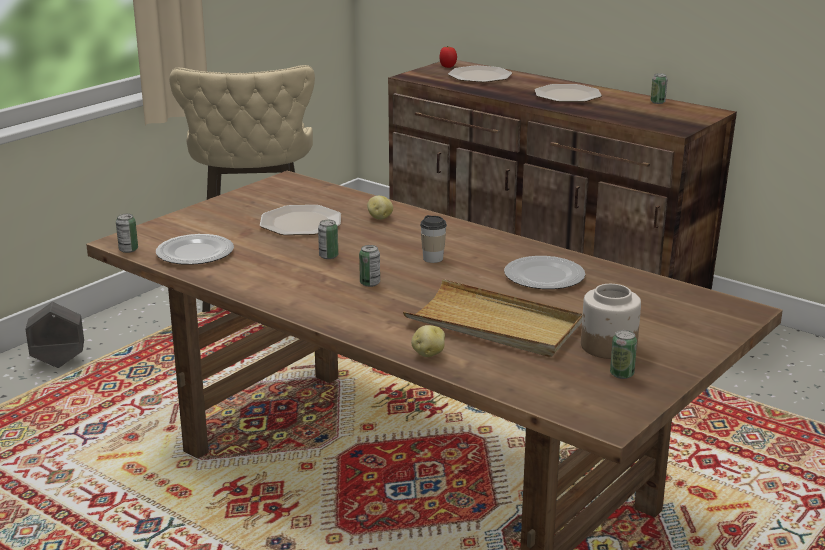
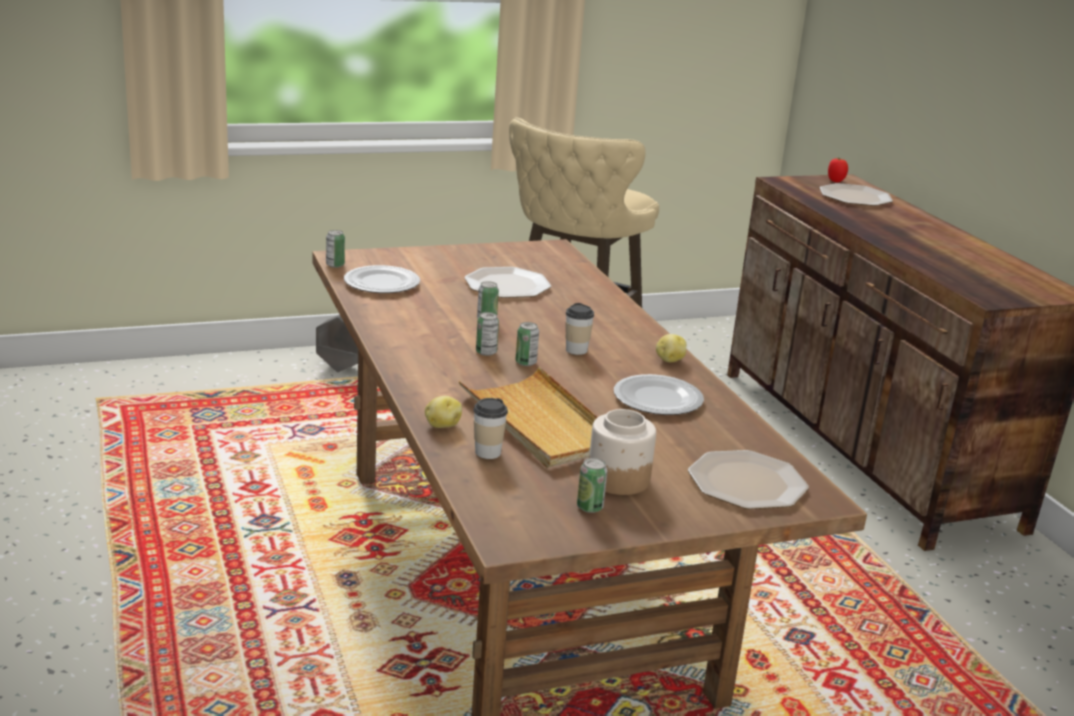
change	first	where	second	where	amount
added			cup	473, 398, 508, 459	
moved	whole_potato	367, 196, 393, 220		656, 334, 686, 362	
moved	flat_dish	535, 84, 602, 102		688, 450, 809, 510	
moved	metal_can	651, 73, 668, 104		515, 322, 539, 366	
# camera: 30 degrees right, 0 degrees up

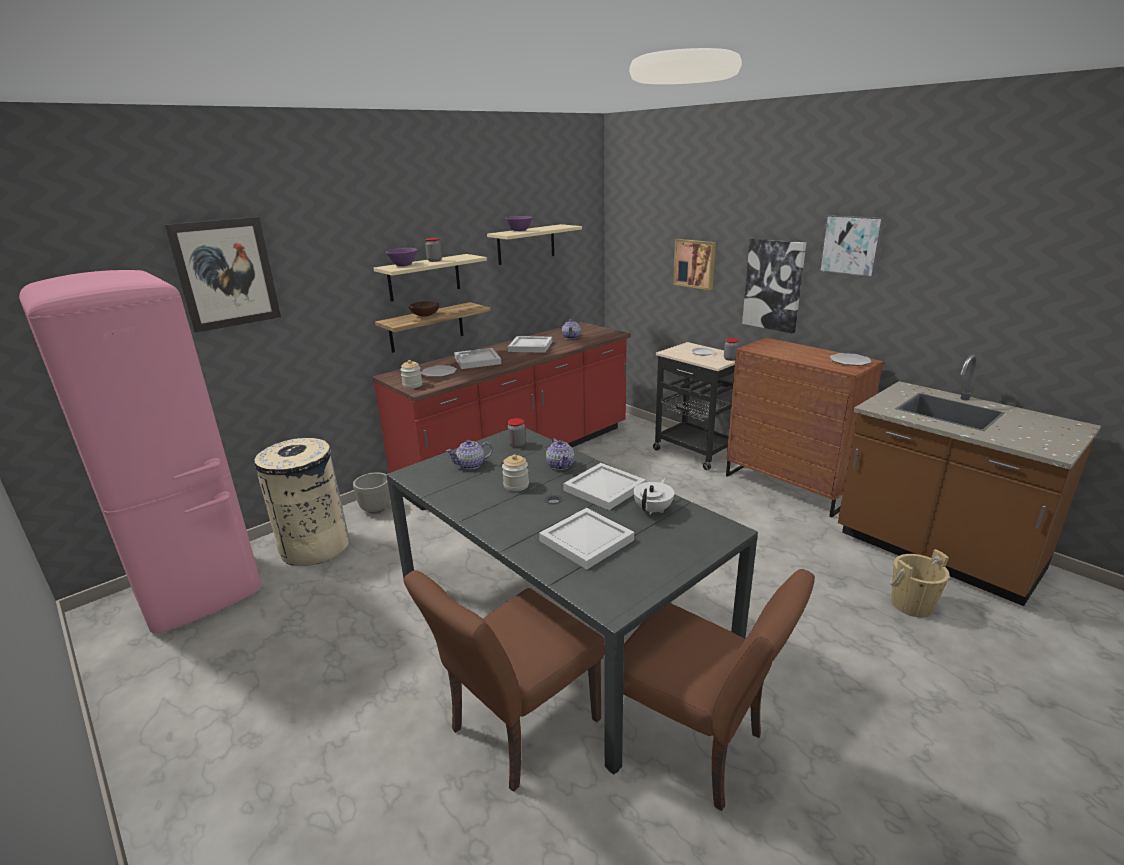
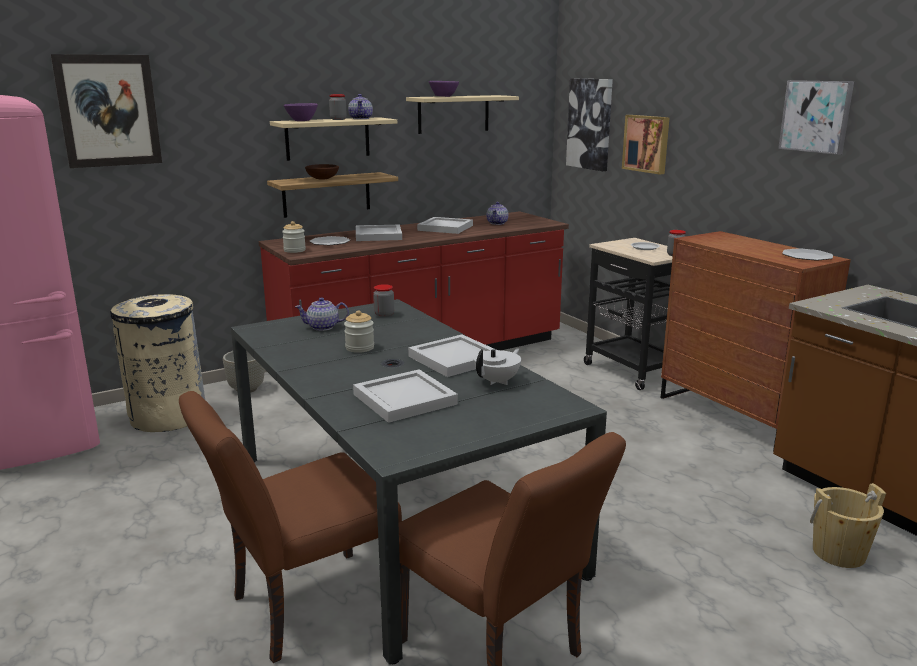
change	first	where	second	where	amount
moved	teapot	546, 438, 575, 470		348, 94, 373, 119	
moved	wall_art	742, 238, 806, 333		566, 79, 613, 171	
# camera: 10 degrees right, 5 degrees down

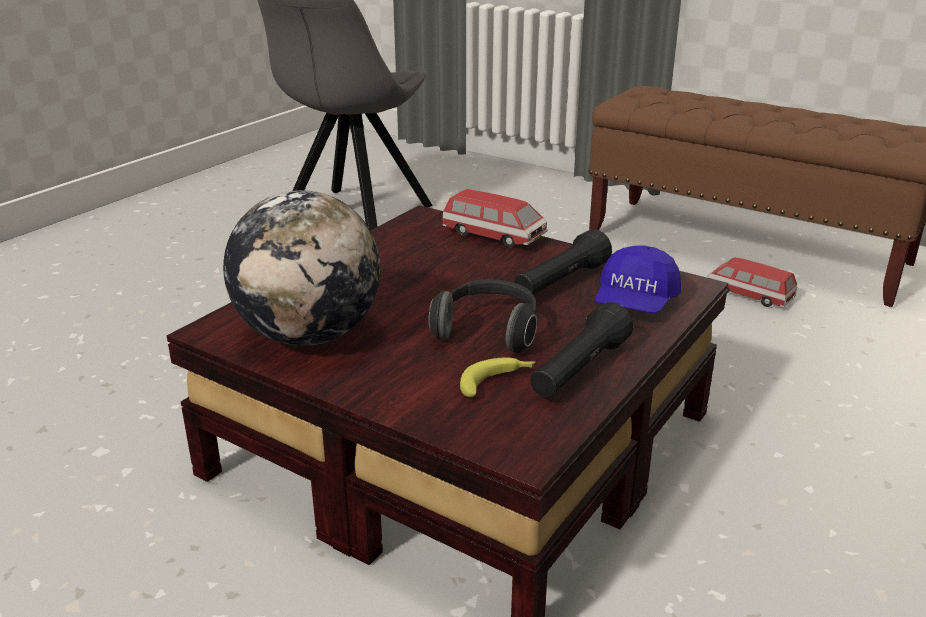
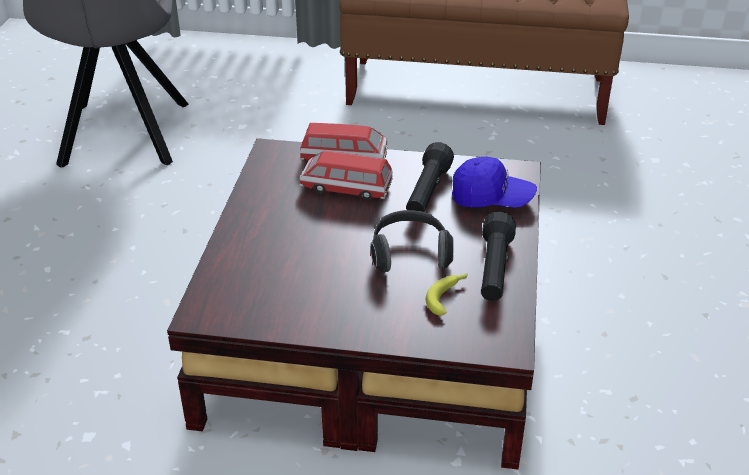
change	first	where	second	where	amount
removed	globe	223, 190, 380, 346			
moved	toy_car	707, 257, 797, 307		299, 151, 393, 201	
turned	bluish_cap	596, 245, 681, 313		452, 157, 537, 208	75 degrees counterclockwise
# camera: 25 degrees left, 10 degrees up

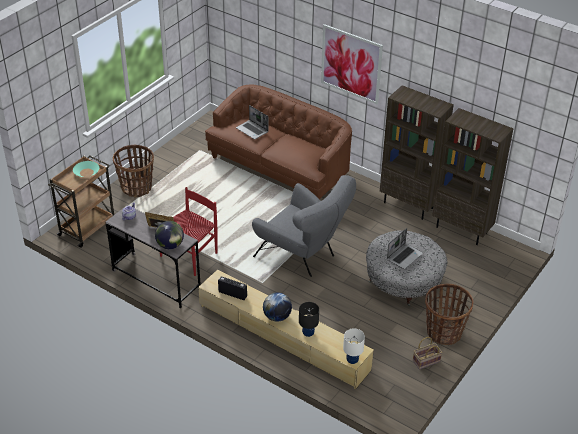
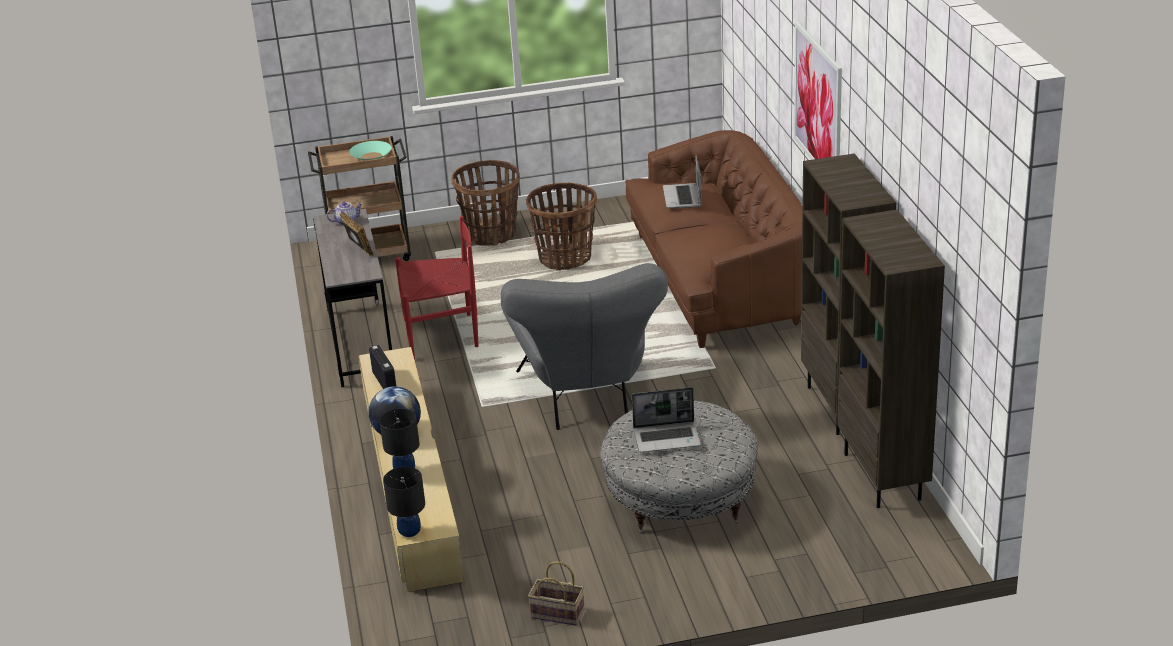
change	first	where	second	where	amount
removed	globe	155, 221, 184, 249			
moved	basket	425, 283, 474, 345		526, 183, 597, 271	
recoloured	whitish_tabletop_lamp	343, 328, 365, 364	blackish_tabletop_lamp	383, 467, 425, 537	
# camera: 45 degrees right, 10 degrees down

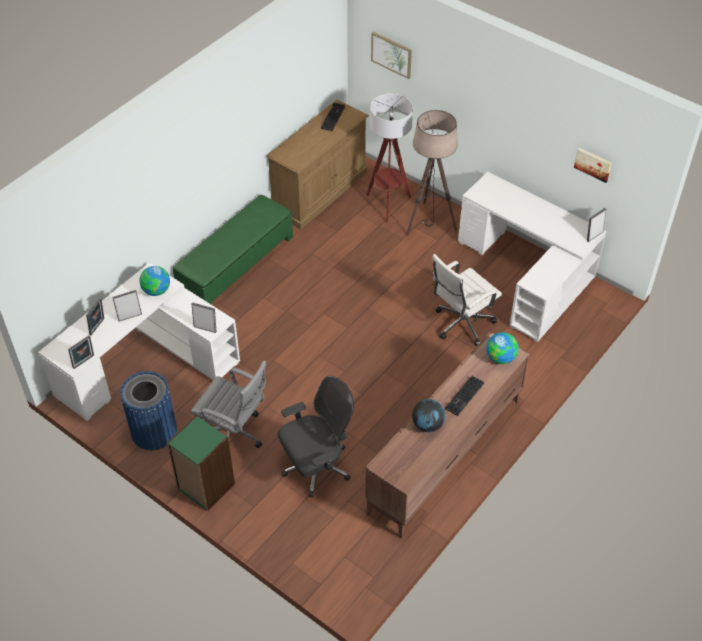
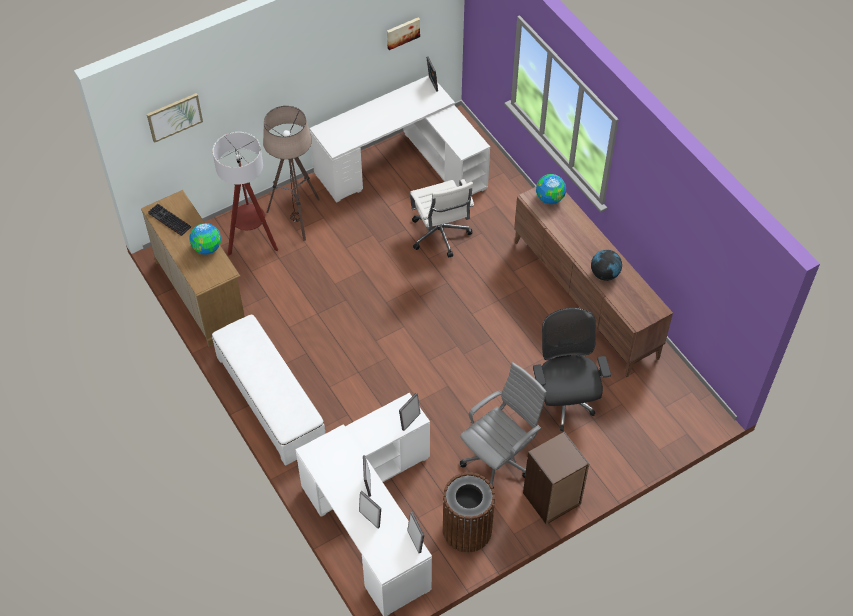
change	first	where	second	where	amount
removed	keyboard	445, 376, 484, 416			
moved	globe	139, 266, 170, 296		189, 223, 221, 255	
recoloured	bluish_rubbish_bin	120, 371, 177, 450	brown-coloured_rubbish_bin	443, 472, 495, 553	
recoloured	green-coloured_bookcase	167, 416, 235, 512	brown-coloured_bookcase	523, 431, 589, 525	
recoloured	green-coloured_bench	173, 195, 293, 305	whitish_bench	212, 315, 326, 465	
# camera: 70 degrees left, 5 degrees up

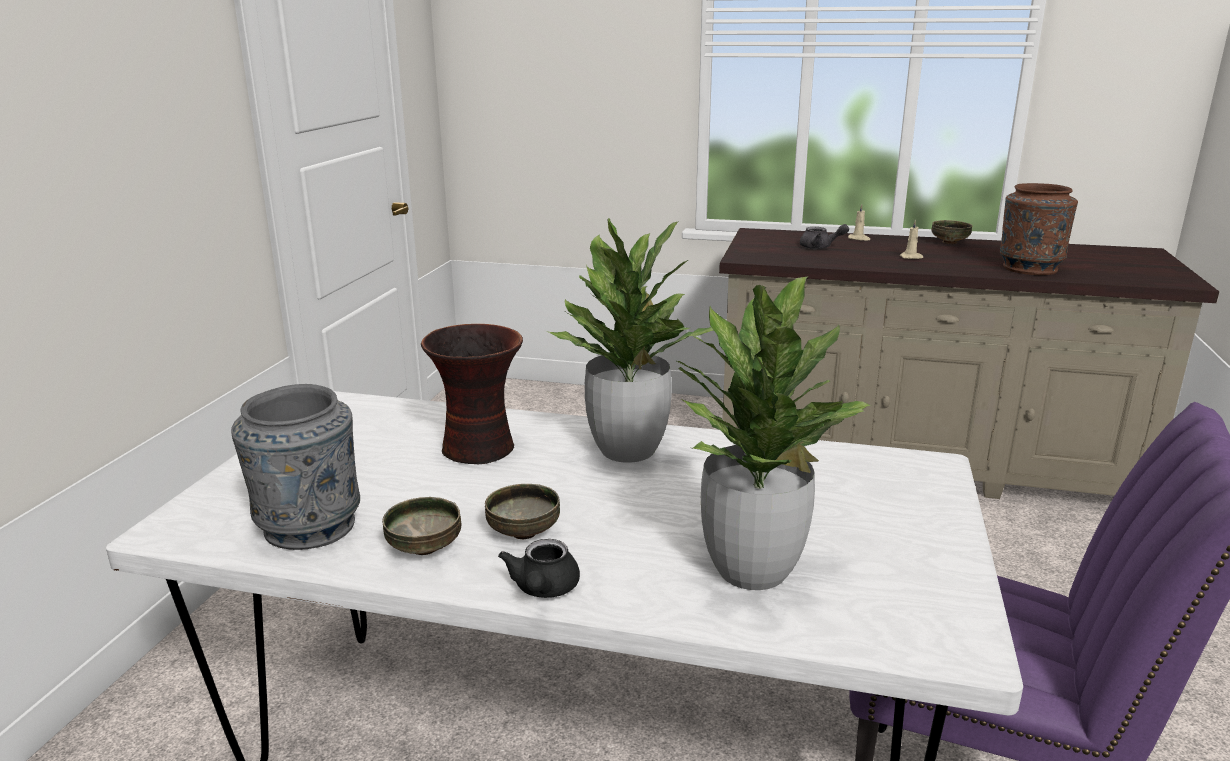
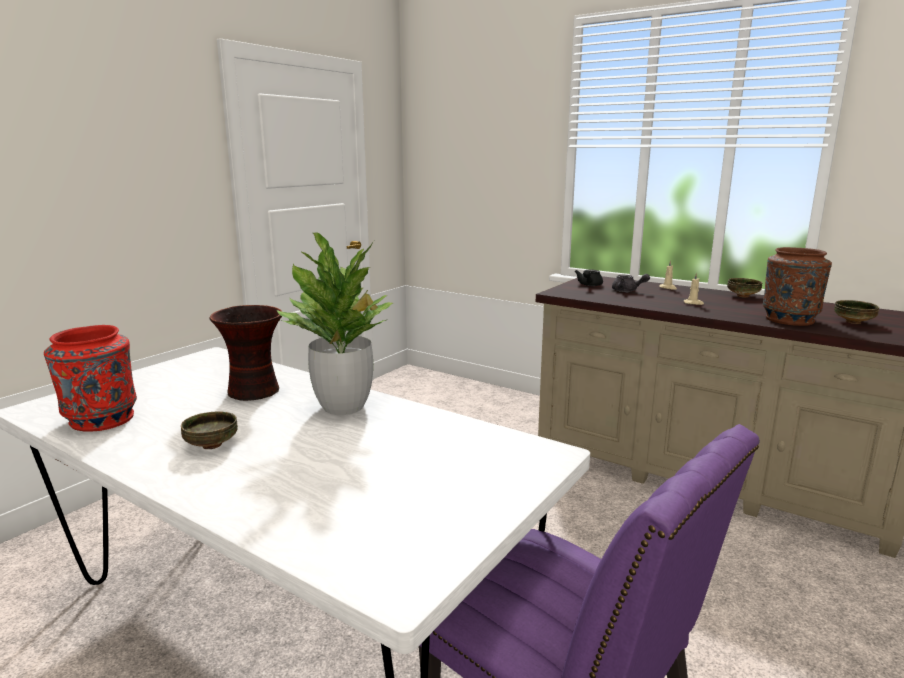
change	first	where	second	where	amount
removed	plant_in_a_pot	677, 276, 871, 590			
moved	serving_bowl	382, 497, 462, 555		834, 300, 879, 324	
moved	blackish_teapot	498, 539, 580, 598		575, 270, 603, 286	
recoloured	gray_flower_vase	231, 384, 360, 550	red-coloured_flower_vase	44, 325, 137, 432	
# camera: 20 degrees right, 5 degrees down

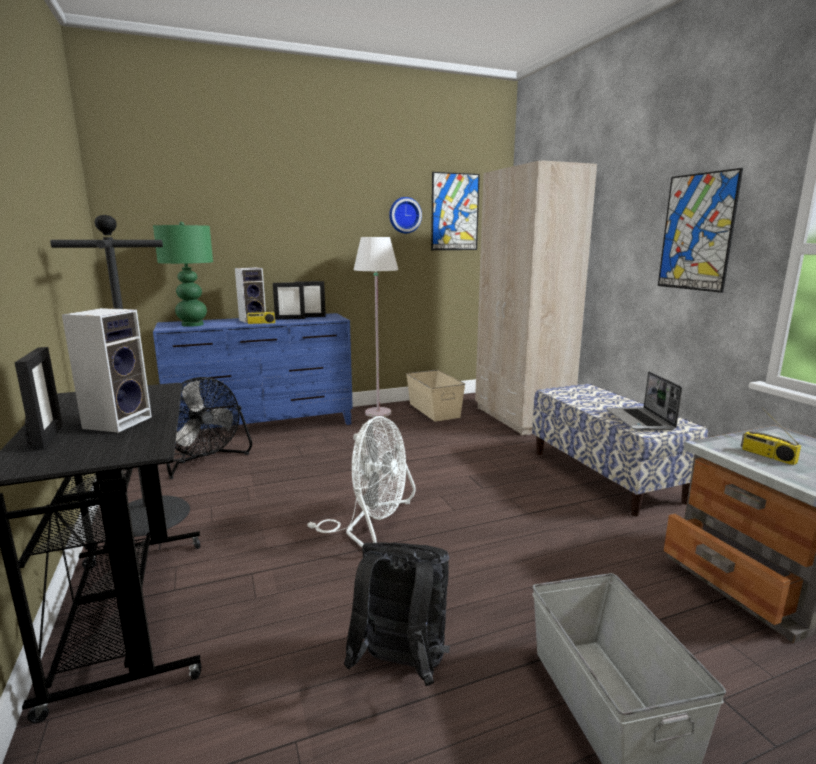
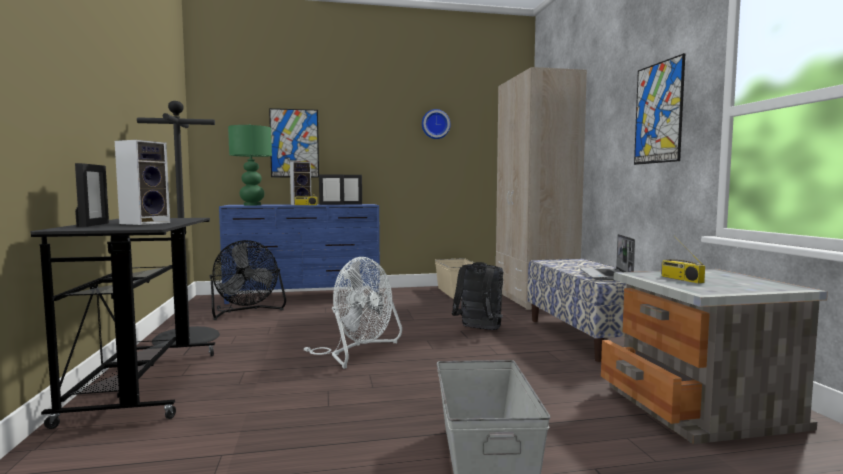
change	first	where	second	where	amount
removed	whitish_standard_lamp	354, 237, 398, 417			
moved	blackish_rucksack	344, 543, 450, 686		452, 262, 503, 330	
moved	wall_art	431, 172, 480, 250		269, 108, 319, 178	
# camera: 10 degrees right, 10 degrees down

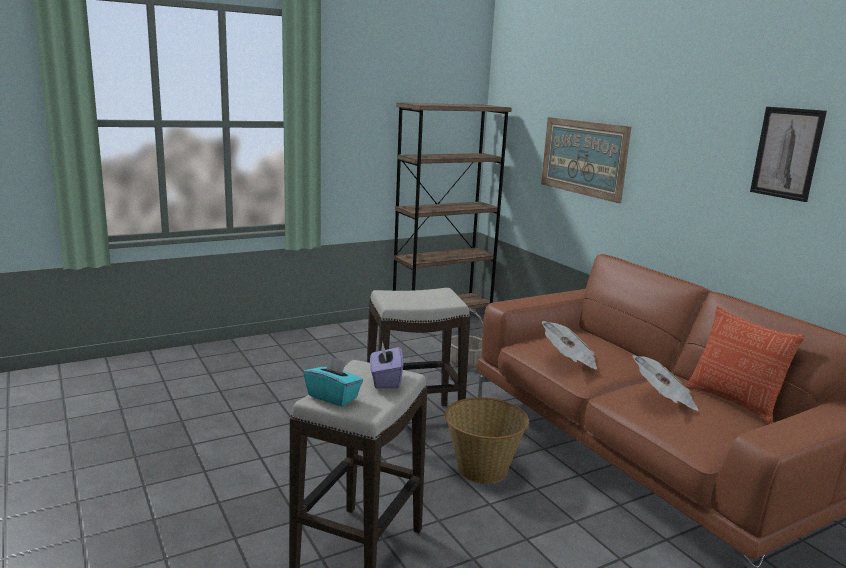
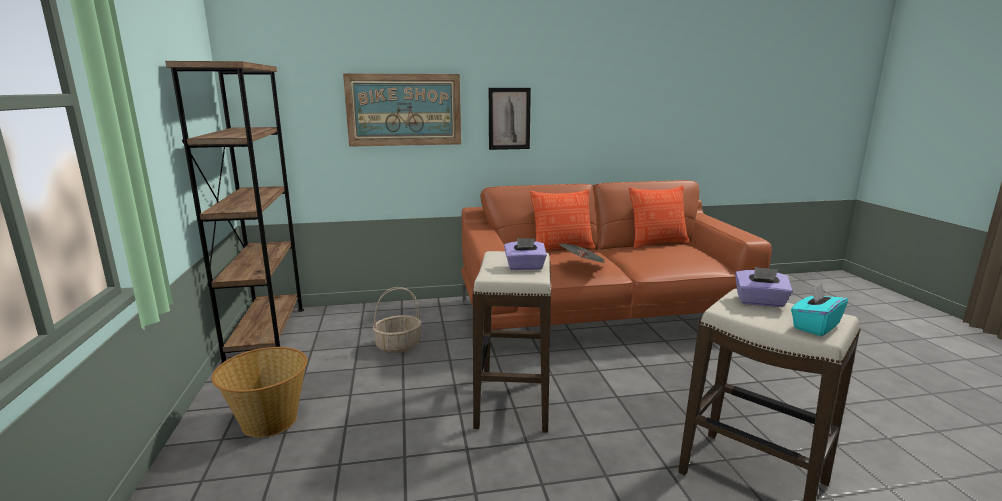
change	first	where	second	where	amount
removed	newspaper	633, 355, 699, 411			
added			purple_tissue_box	504, 238, 547, 270	
added			orangey_throw_pillow	530, 189, 595, 251	
moved	basket	445, 397, 529, 484		211, 347, 308, 437	
moved	wall_art	750, 107, 827, 202		489, 88, 531, 150	
# camera: 70 degrees left, 0 degrees up

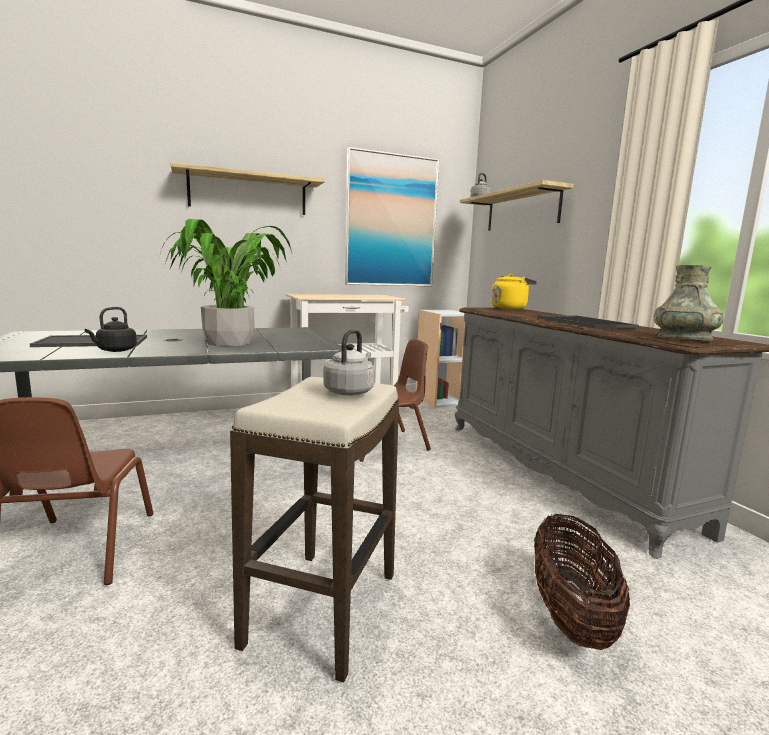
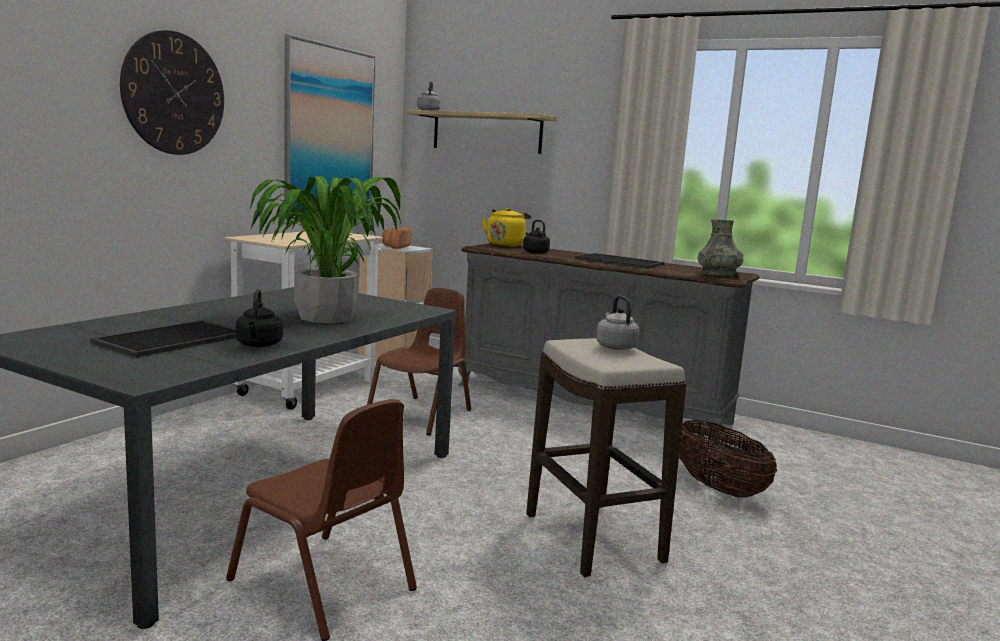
change	first	where	second	where	amount
added			bakery_bread	382, 228, 412, 249	
added			blackish_water_kettle	523, 220, 550, 254	
replaced	shelf	170, 162, 325, 215	wall_clock	120, 30, 224, 155	
# camera: 40 degrees left, 0 degrees up

